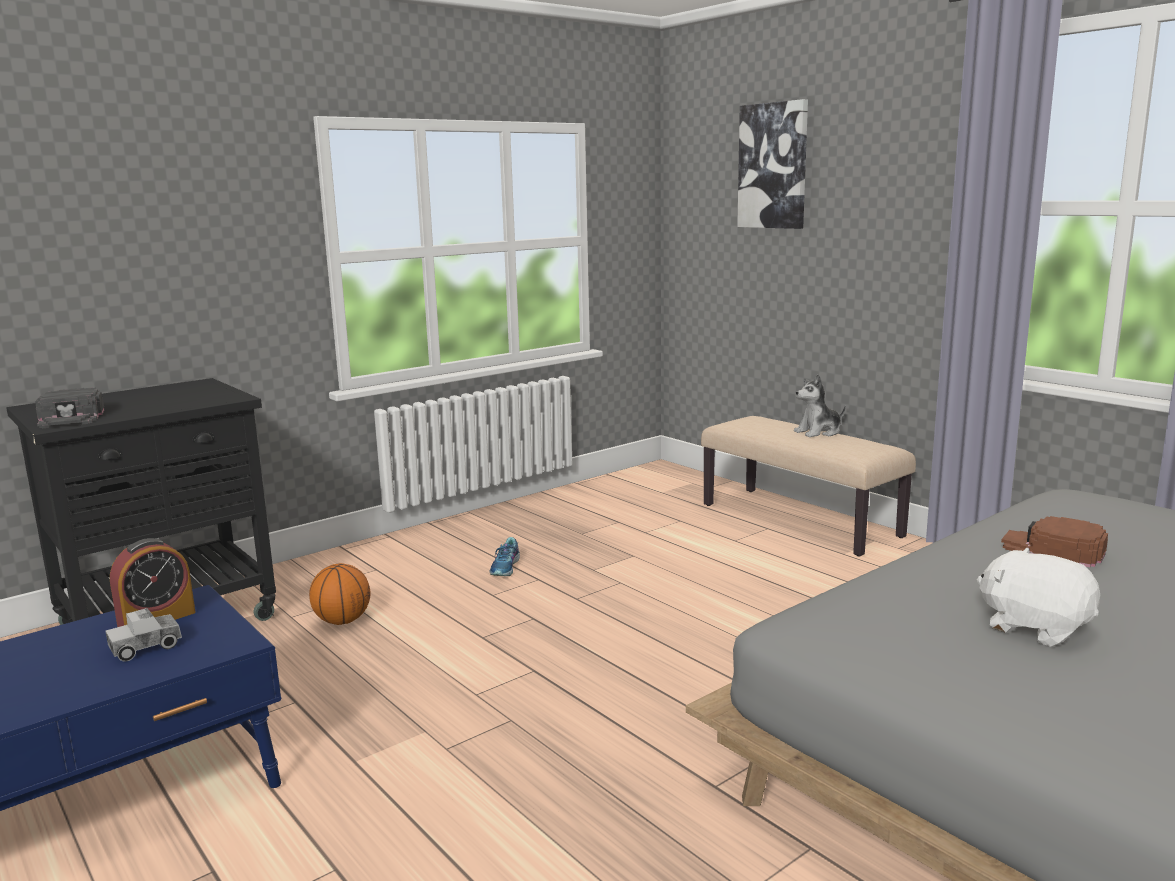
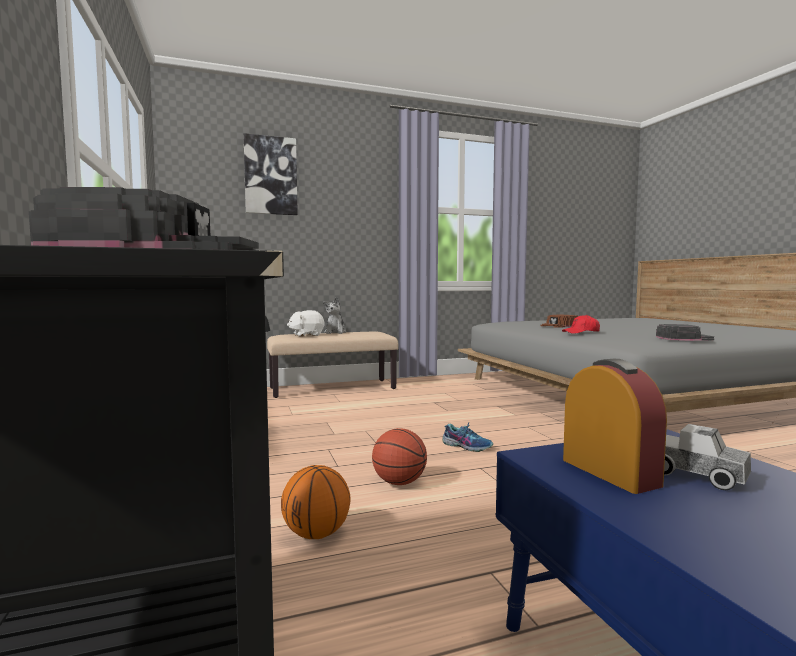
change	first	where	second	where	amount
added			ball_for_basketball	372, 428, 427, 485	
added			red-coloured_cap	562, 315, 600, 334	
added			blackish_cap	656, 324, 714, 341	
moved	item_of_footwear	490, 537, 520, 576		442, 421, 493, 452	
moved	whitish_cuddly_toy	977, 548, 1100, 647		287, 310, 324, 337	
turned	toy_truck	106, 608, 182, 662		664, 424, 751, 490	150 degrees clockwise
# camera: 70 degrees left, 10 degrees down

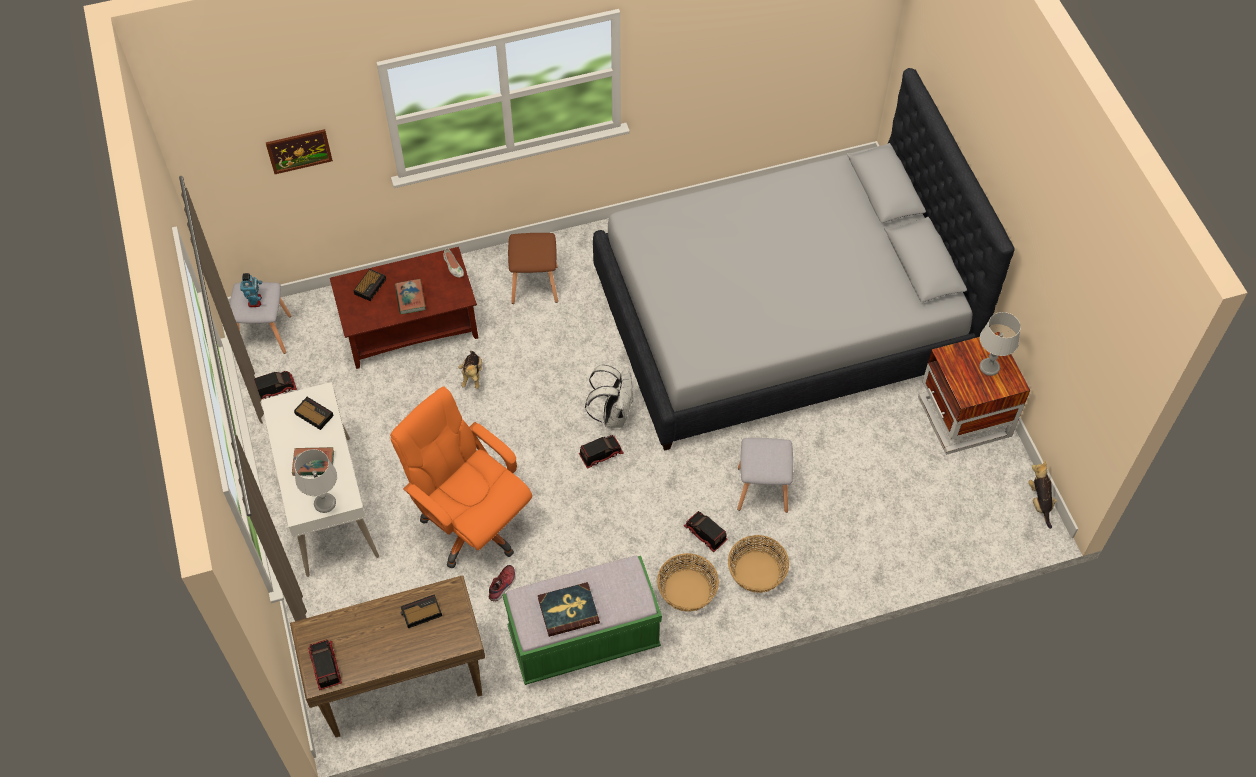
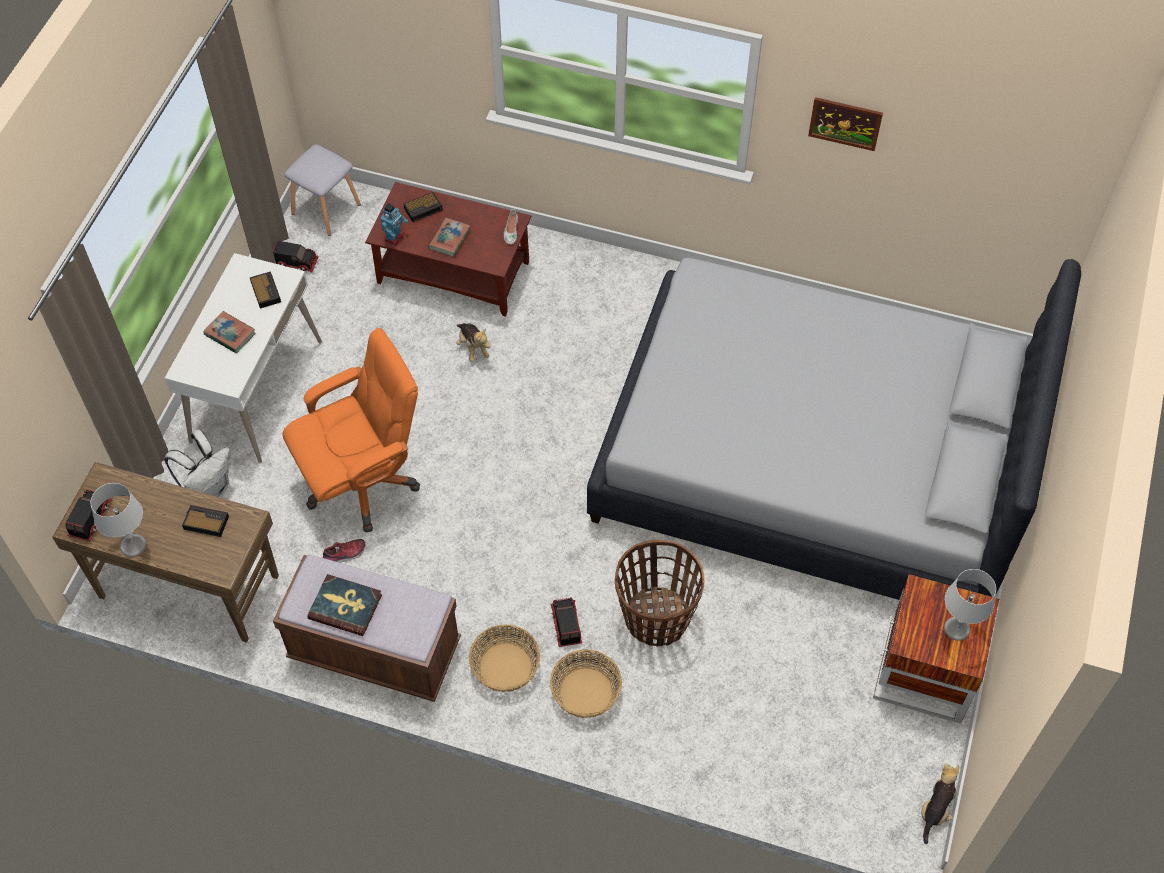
change	first	where	second	where	amount
removed	brown-coloured_stool	508, 233, 558, 304			
removed	toy_truck	579, 435, 624, 469			
moved	robot_figure	240, 273, 262, 307		381, 203, 408, 245	
moved	wall_art	266, 129, 333, 174		808, 97, 883, 151	
moved	gray_tabletop_lamp	294, 449, 337, 513		90, 483, 146, 557	
moved	whitish_rucksack	585, 365, 634, 428		164, 430, 231, 497	
replaced	gray_stool	737, 438, 793, 513	basket	615, 540, 704, 646	
recoloured	green-coloured_bench	503, 556, 662, 685	brown-coloured_bench	273, 555, 461, 702	
turned	orangey_computer_chair	390, 386, 532, 568		282, 328, 420, 532	75 degrees clockwise
turned	cuddly_toy	458, 351, 482, 389		456, 323, 490, 362	60 degrees counterclockwise
# camera: 35 degrees right, 0 degrees up

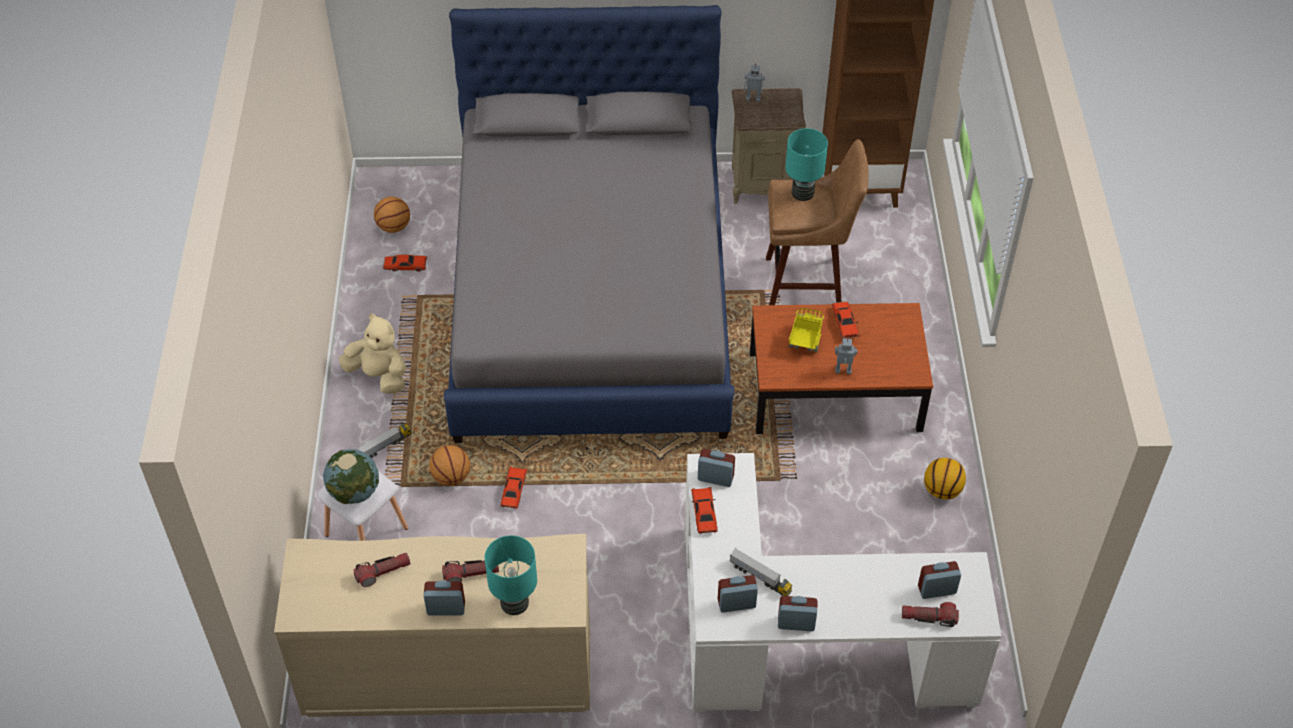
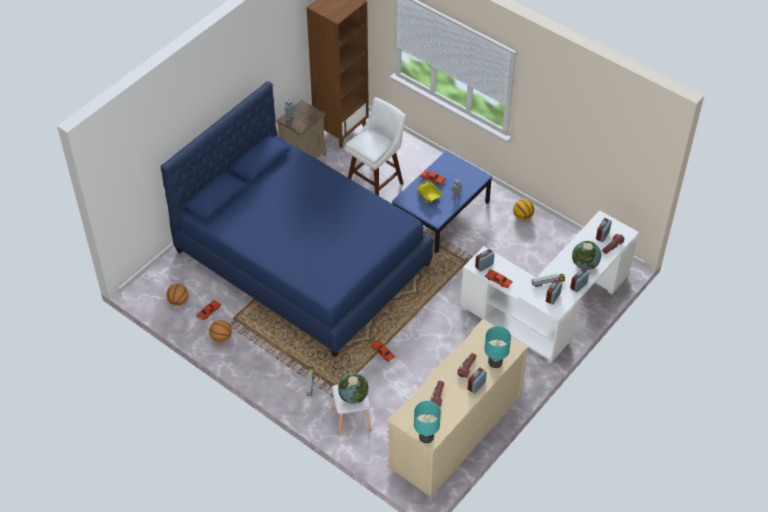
change	first	where	second	where	amount
removed	beige_cuddly_toy	339, 313, 406, 394			
added			globe	572, 241, 601, 270	
moved	ball_for_basketball	429, 445, 470, 486		209, 320, 232, 342	
moved	blue-green_tabletop_lamp	785, 128, 828, 201		414, 401, 441, 443	
recoloured	gray_bed	444, 5, 734, 443	bluish_bed	161, 81, 433, 357	
recoloured	brown-coloured_low_table	750, 303, 933, 434	bluish_low_table	392, 150, 492, 253	
recoloured	brown-coloured_stool	766, 139, 869, 305	whitish_stool	345, 98, 406, 196	
# camera: 50 degrees left, 0 degrees up

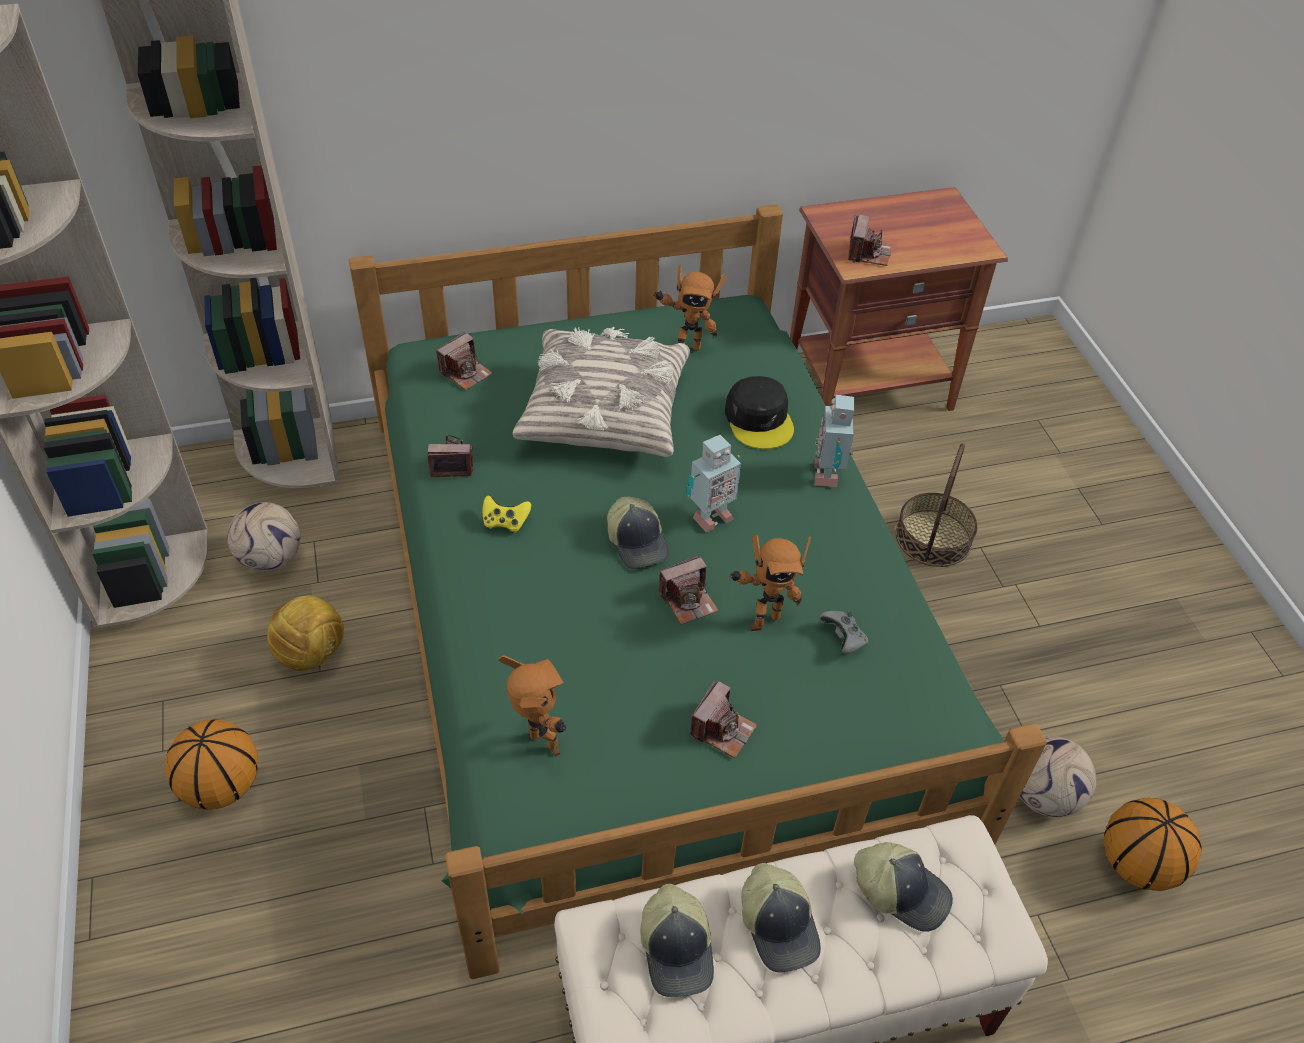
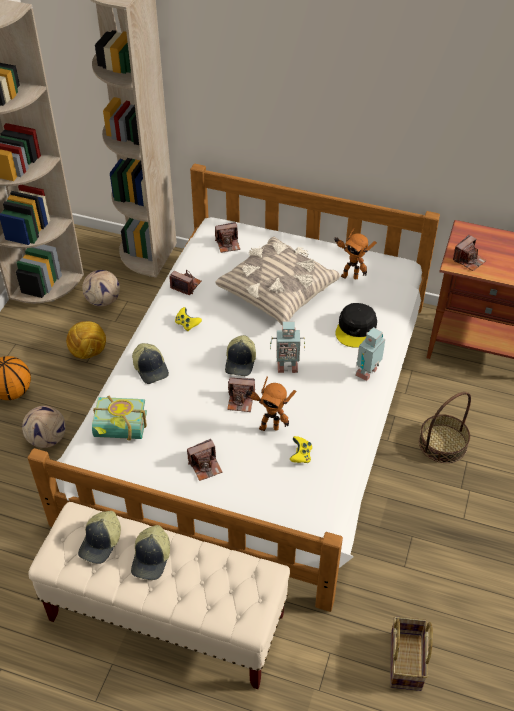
change	first	where	second	where	amount
moved	cap	854, 842, 953, 932		132, 343, 169, 384	
moved	ball_for_football	1020, 736, 1096, 817		22, 406, 66, 448	
replaced	robot_figure	498, 655, 568, 757	book	92, 396, 147, 441	
replaced	ball_for_basketball	1104, 798, 1201, 891	basket	390, 616, 433, 691	
recoloured	green-coloured_bed	349, 204, 1047, 979	whitish_bed	27, 163, 440, 612	
recoloured	gray_game_controller	819, 611, 868, 654	yellowish_game_controller	290, 436, 312, 463	
# camera: 35 degrees right, 0 degrees up

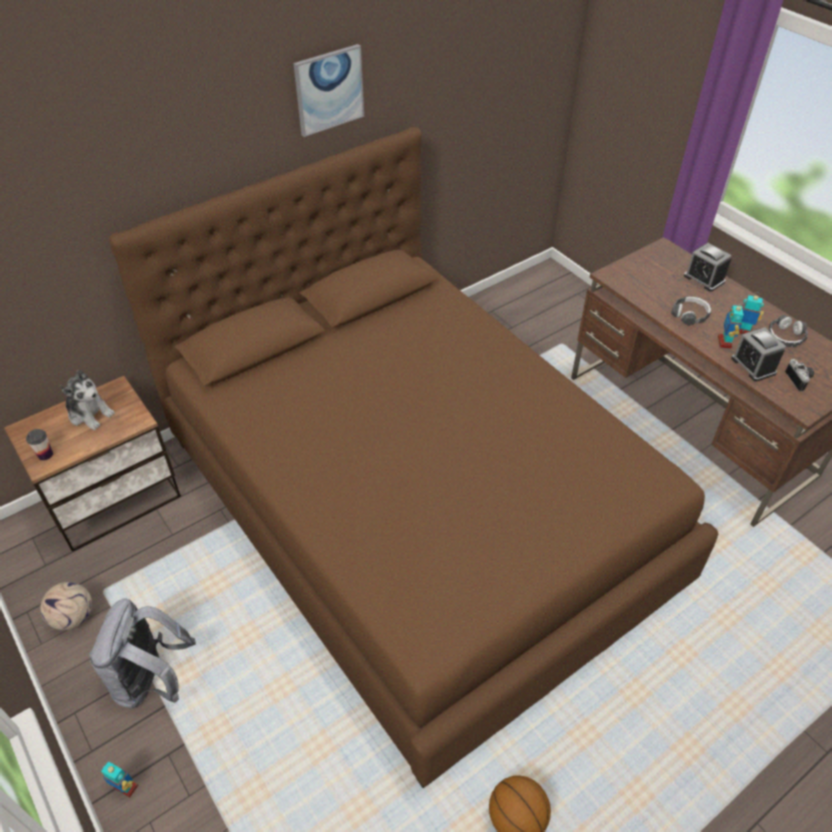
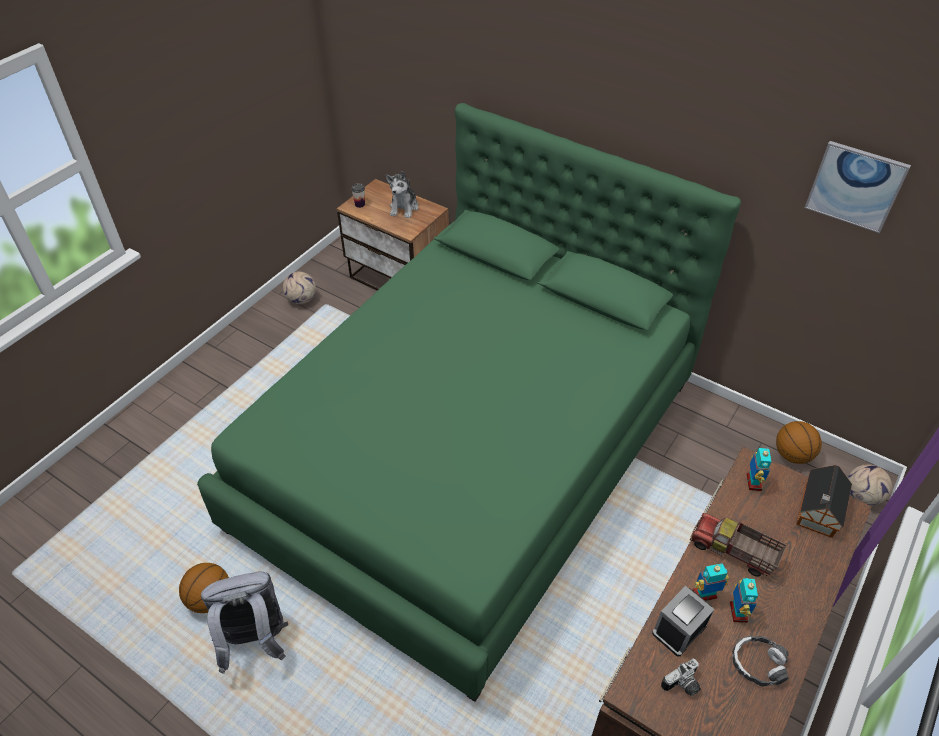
change	first	where	second	where	amount
removed	bedside_clock	684, 243, 732, 292			
added			ball_for_basketball	776, 421, 822, 464	
added			miniature_house	796, 465, 852, 538	
added			ball_for_football	848, 464, 892, 505	
moved	gray_rucksack	89, 598, 196, 708		201, 571, 288, 674	
moved	robot_figure	101, 761, 138, 798		747, 448, 772, 491	
moved	wall_art	293, 44, 364, 137		805, 141, 911, 233	
replaced	headset	671, 296, 711, 326	toy_truck	690, 513, 787, 577	
recoloured	brown-coloured_bed	109, 127, 718, 788	green-coloured_bed	197, 103, 741, 702	
# camera: 70 degrees right, 0 degrees up

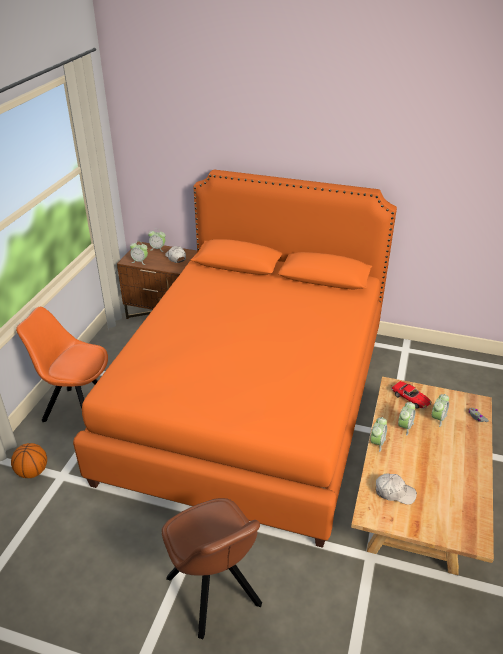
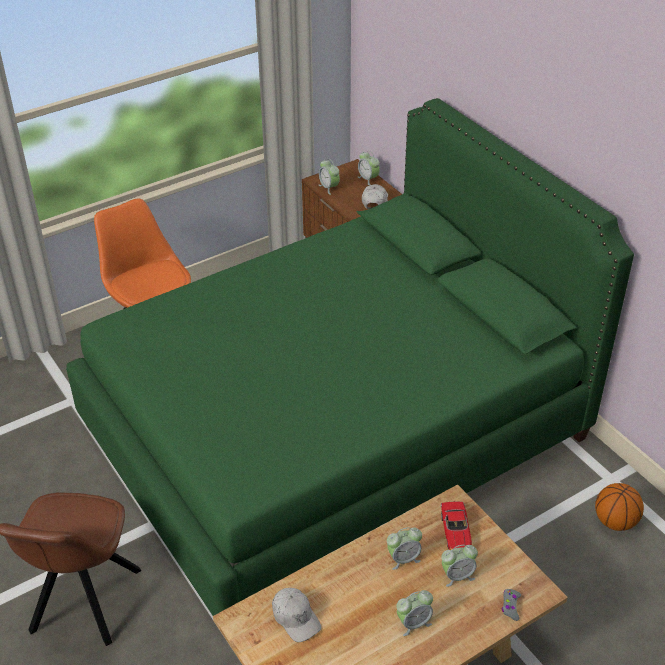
change	first	where	second	where	amount
moved	ball_for_basketball	11, 443, 47, 478		595, 483, 644, 531	
moved	bedside_clock	370, 417, 387, 452		396, 590, 433, 636	
recoloured	orangey_bed	73, 170, 397, 548	green-coloured_bed	66, 98, 634, 616	
# camera: 40 degrees right, 5 degrees up

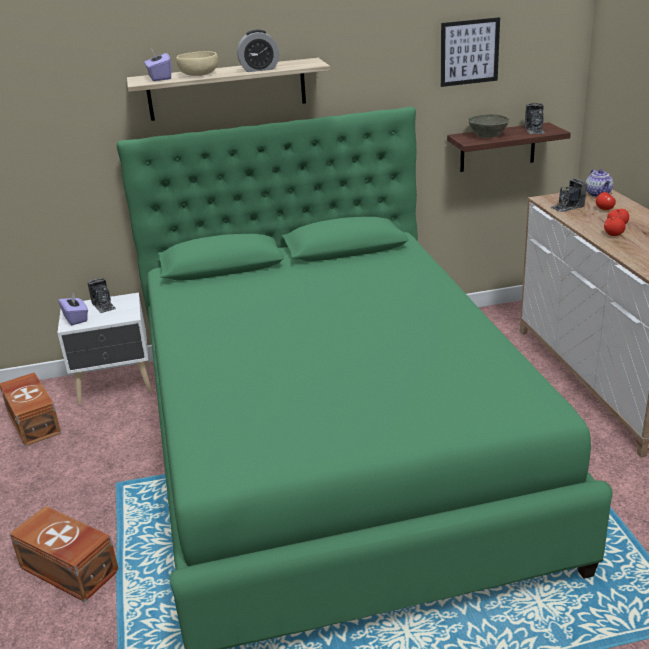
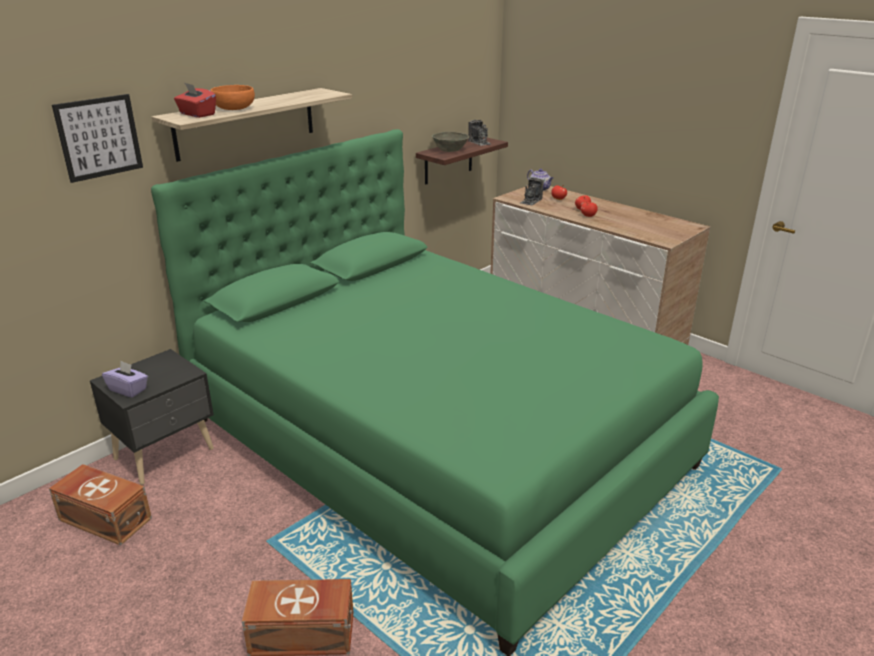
change	first	where	second	where	amount
removed	photo_camera	87, 278, 116, 313			
removed	bedside_clock	237, 30, 279, 72			
moved	wall_art	441, 17, 500, 87		52, 94, 143, 183	
recoloured	whitish_bedside_table	57, 293, 152, 405	blackish_bedside_table	90, 349, 214, 485	
recoloured	purple_tissue_box	144, 48, 171, 81	red-coloured_tissue_box	174, 82, 216, 118	
recoloured	beige_serving_bowl	176, 51, 218, 76	orangey_serving_bowl	210, 85, 255, 110	
# camera: 35 degrees left, 0 degrees up

